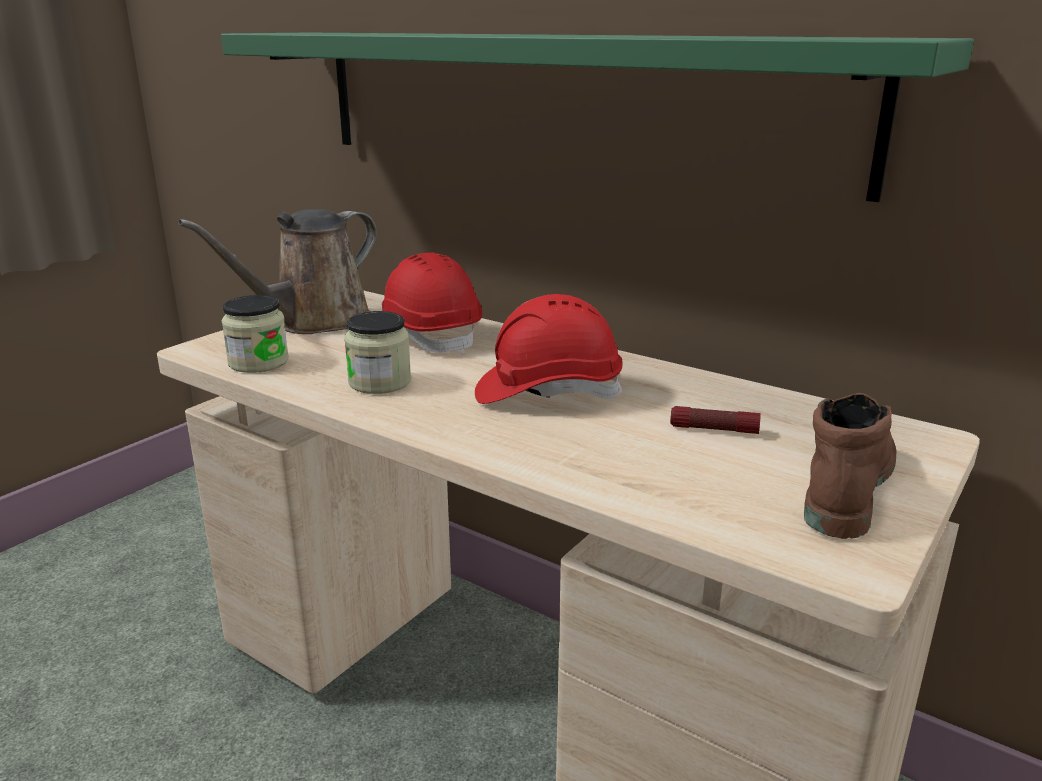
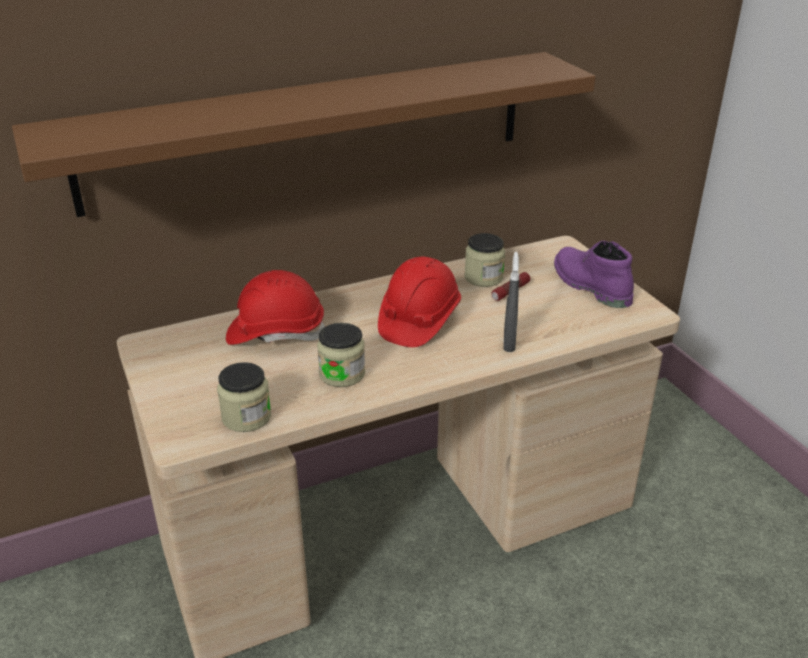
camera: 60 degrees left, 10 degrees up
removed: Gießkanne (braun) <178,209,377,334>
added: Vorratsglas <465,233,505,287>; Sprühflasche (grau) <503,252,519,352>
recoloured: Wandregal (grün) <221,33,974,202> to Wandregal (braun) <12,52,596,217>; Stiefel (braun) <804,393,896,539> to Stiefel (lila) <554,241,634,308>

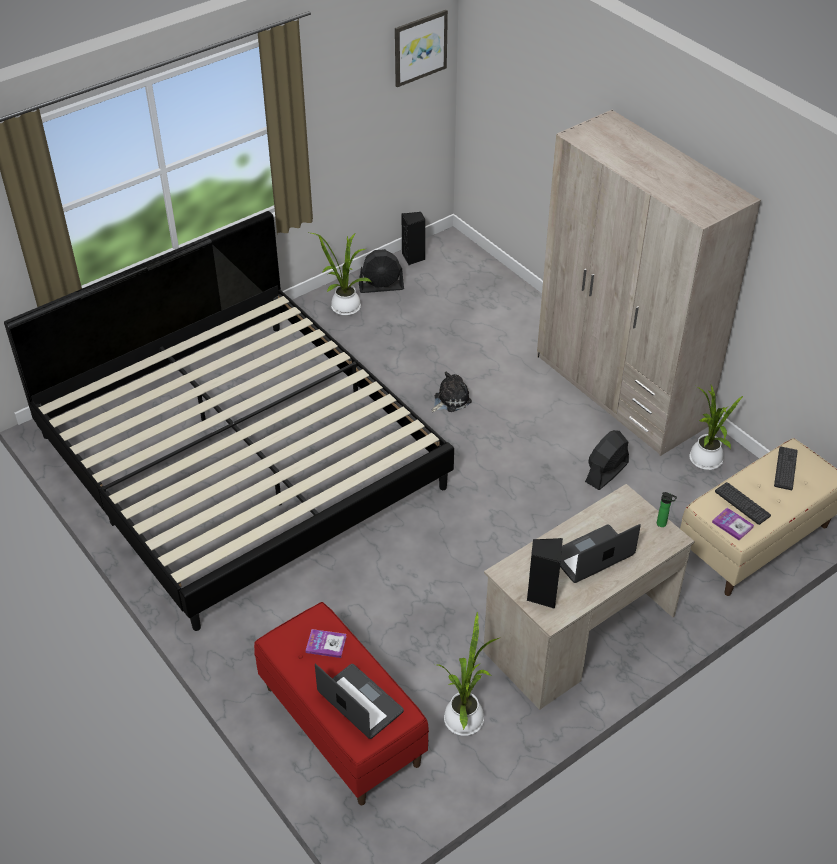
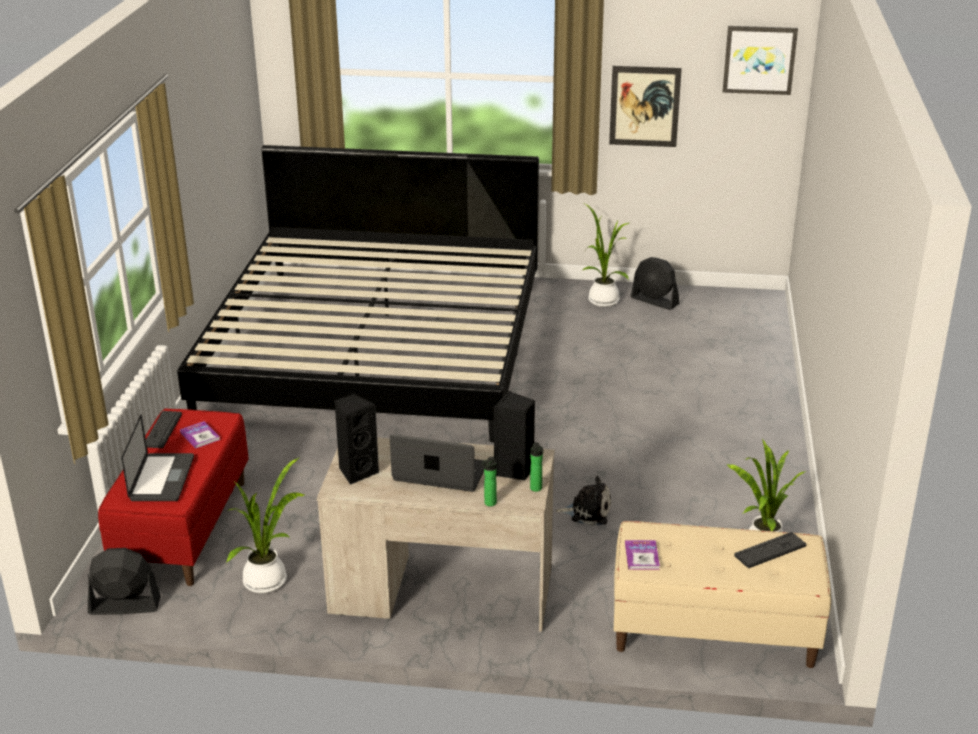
camera: 45 degrees right, 15 degrees down
removed: Kleiderschrank (beige) <537,110,761,456>
added: Flasche <481,456,497,507>; Bild <609,66,682,147>
moved: Lautsprecher (schwarz) <402,212,426,265> to <494,391,535,480>; Plüschtier <431,372,472,412> to <556,476,611,526>; Ventilator (schwarz) <585,430,629,490> to <88,548,161,615>; Tastatur <715,482,771,525> to <146,411,182,448>

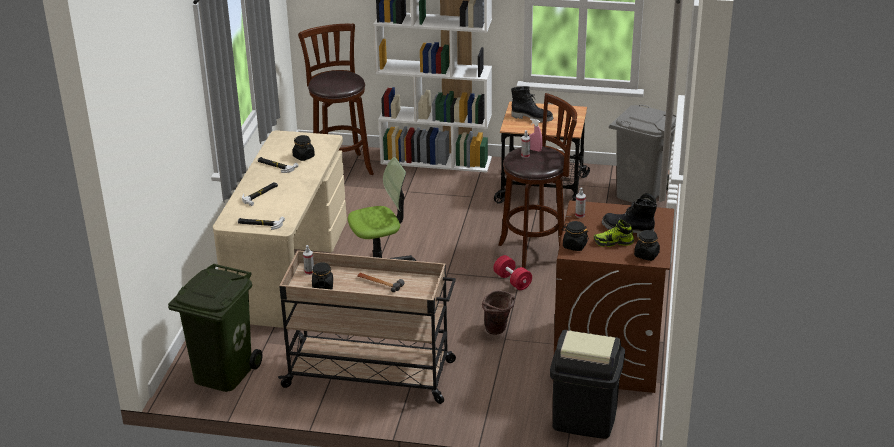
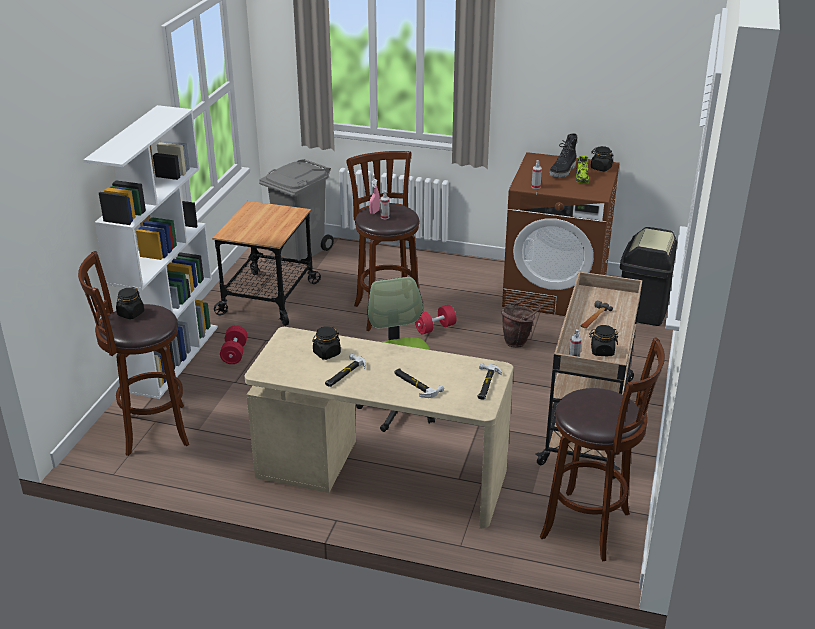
camera: 85 degrees left, 0 degrees up
removed: Stiefel (schwarz) <511,86,554,123>
added: Hantel (rot) <220,325,248,364>
moved: Vorratsglas (schwarz) <562,221,589,251> to <116,287,144,319>
replaced: Mülleimer (grün) <168,264,263,392> to Hocker (braun) <540,337,665,561>

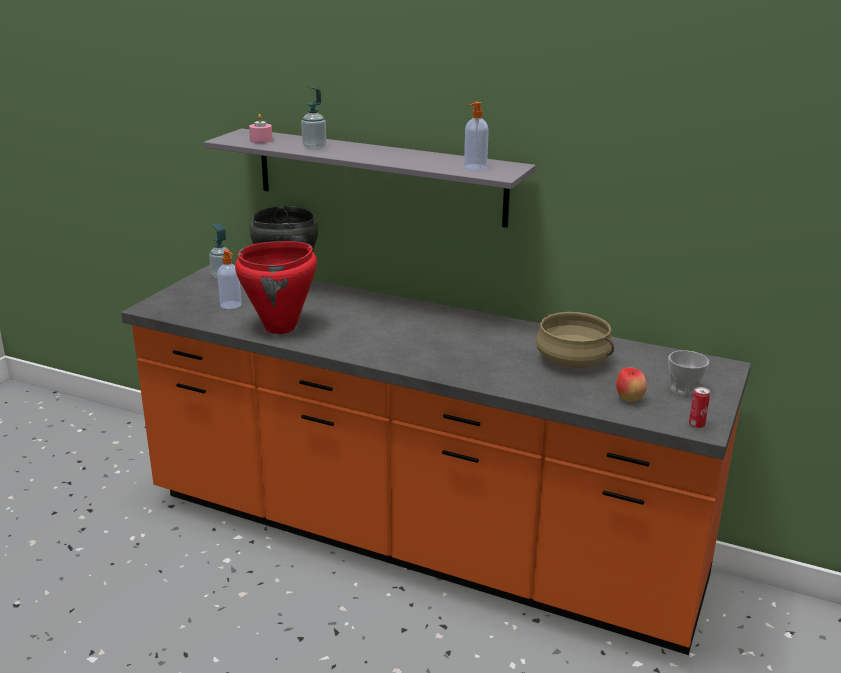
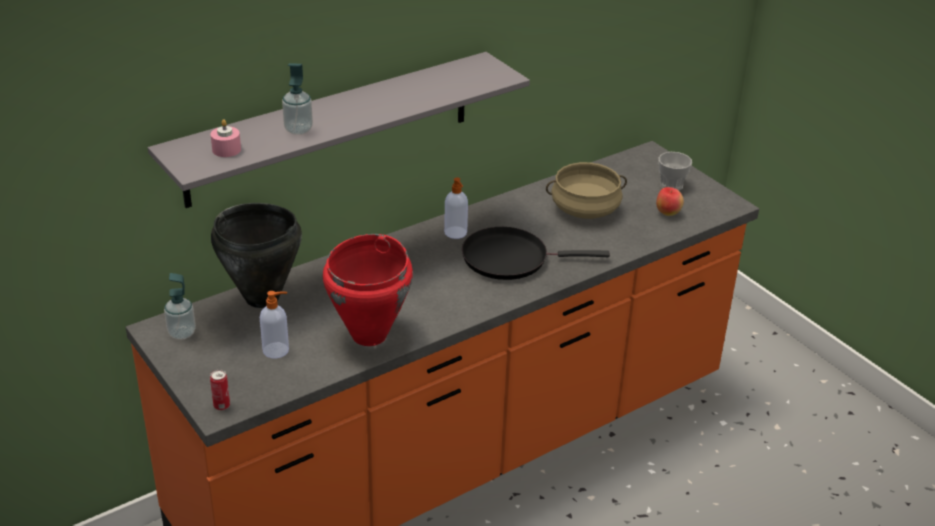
camera: 60 degrees left, 10 degrees up
added: Pfanne (schwarz) <462,227,610,280>
moved: Seifenspender <464,102,489,170> to <444,178,468,239>; Dose <689,387,710,429> to <210,369,230,410>

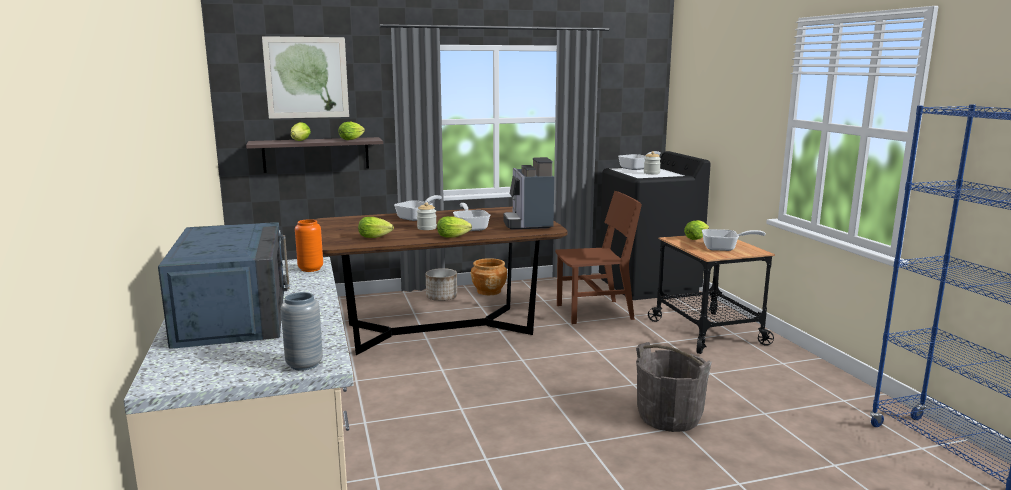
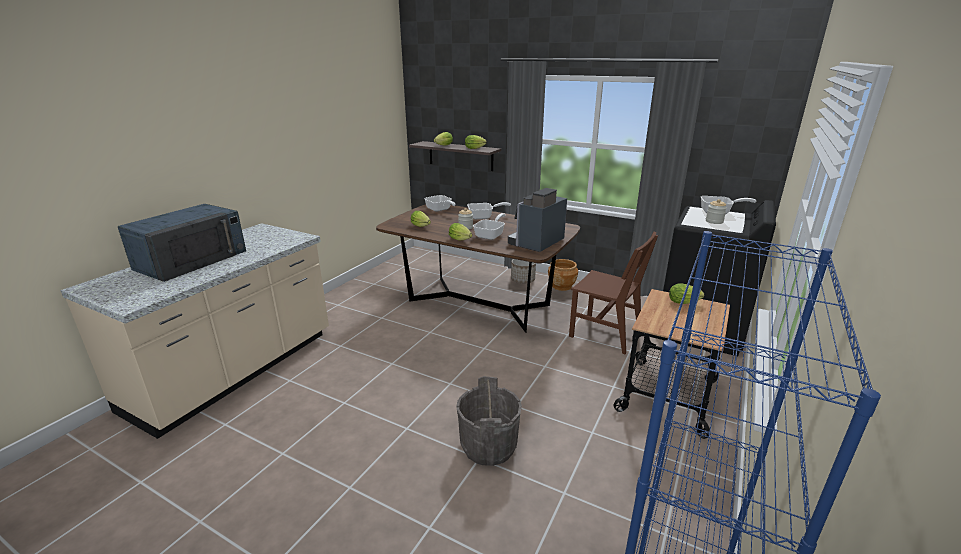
camera: 45 degrees right, 10 degrees up
removed: Bild <262,36,349,119>; Vase (grau) <281,292,323,371>; Vase (orange) <295,219,323,272>
moved: Pfanne <702,229,766,251> to <424,195,456,212>

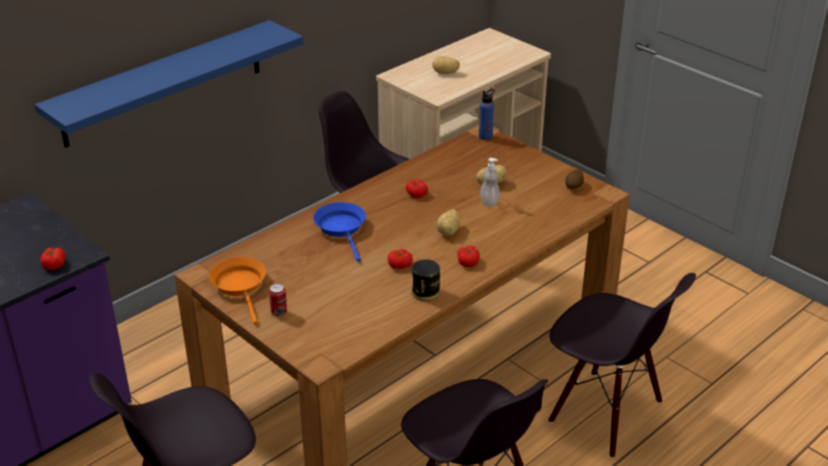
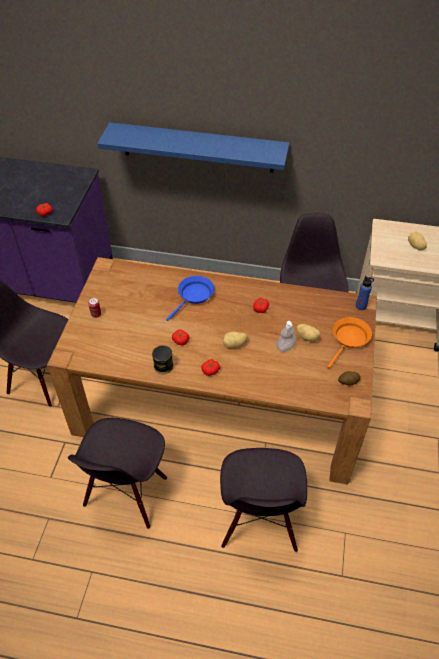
camera: 55 degrees right, 15 degrees up
moved: Pfanne (orange) <209,257,266,325> to <327,317,372,369>

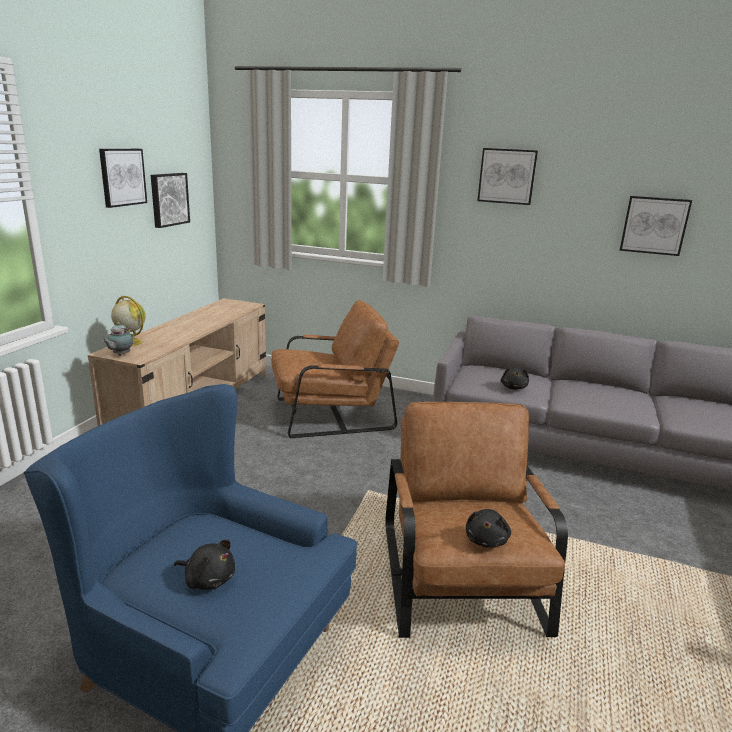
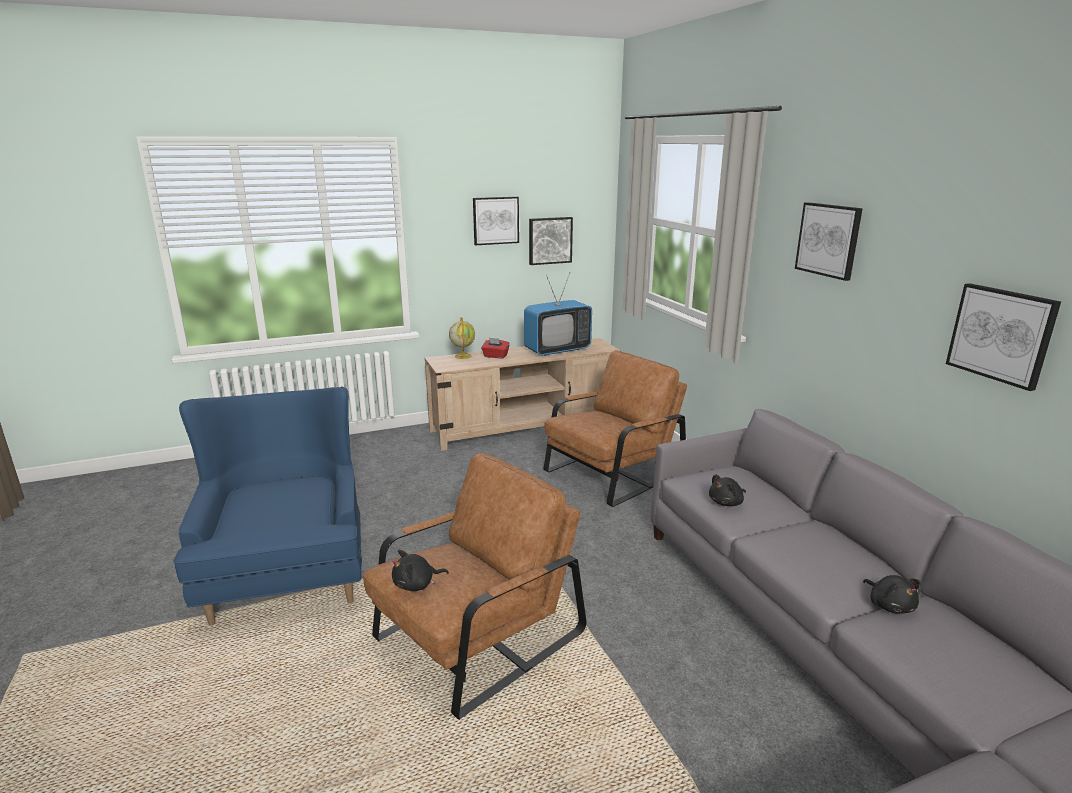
camera: 50 degrees right, 0 degrees up
removed: Teekanne <102,322,135,356>
added: Taschentuchbox (rot) <481,337,510,358>; Fernseher <524,272,592,356>
moved: Plüschtier (schwarz) <174,540,235,590> to <863,575,920,614>
turned: Sessel (braun) <271,300,399,438> = <544,350,687,507> 75 degrees counterclockwise

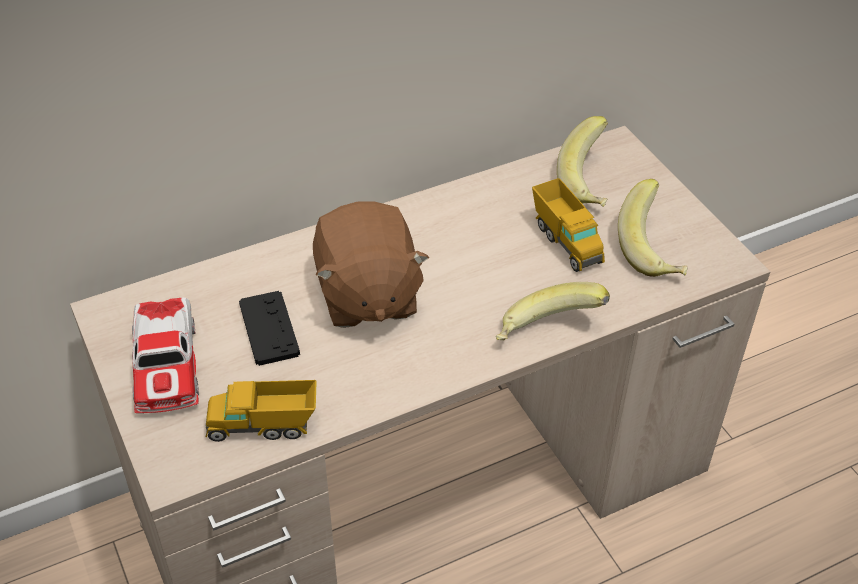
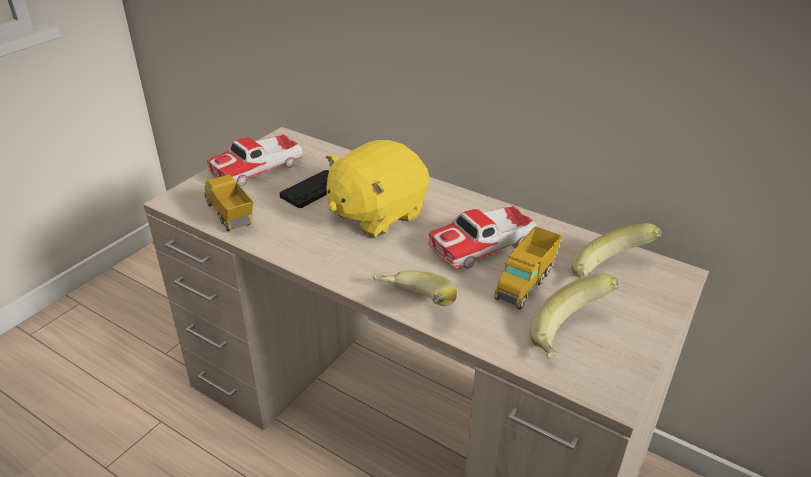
camera: 60 degrees right, 10 degrees down
added: Spielzeugauto <428,205,538,269>
recoloured: Plüschtier (braun) <313,201,429,328> to Plüschtier (gelb) <326,140,429,238>

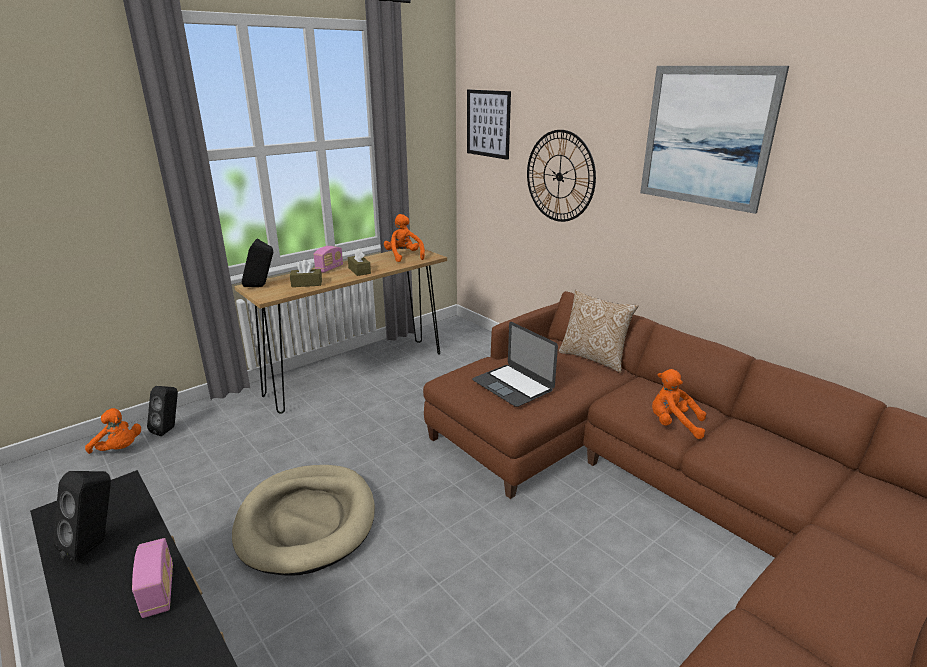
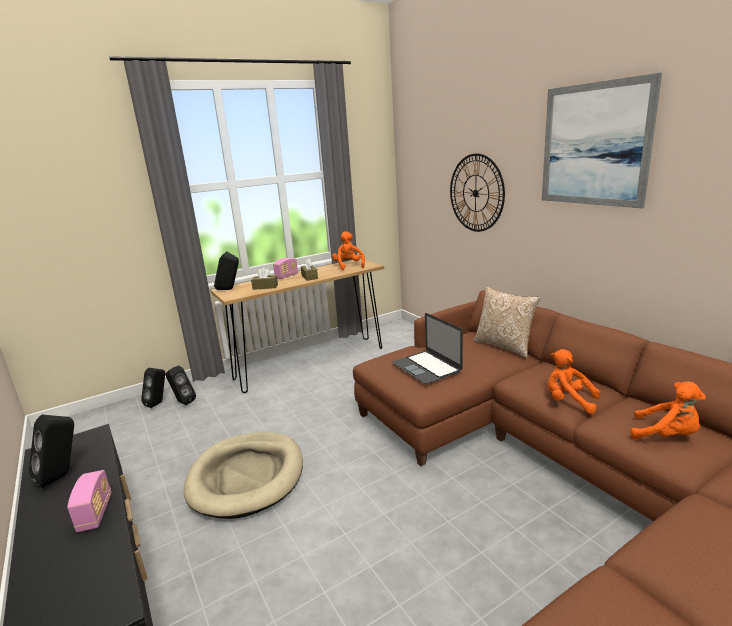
camera: 10 degrees right, 5 degrees down
removed: Bild <467,89,511,160>
added: Lautsprecher (schwarz) <166,366,196,405>
moved: Plüschtier (orange) <85,408,141,454> to <631,381,706,439>

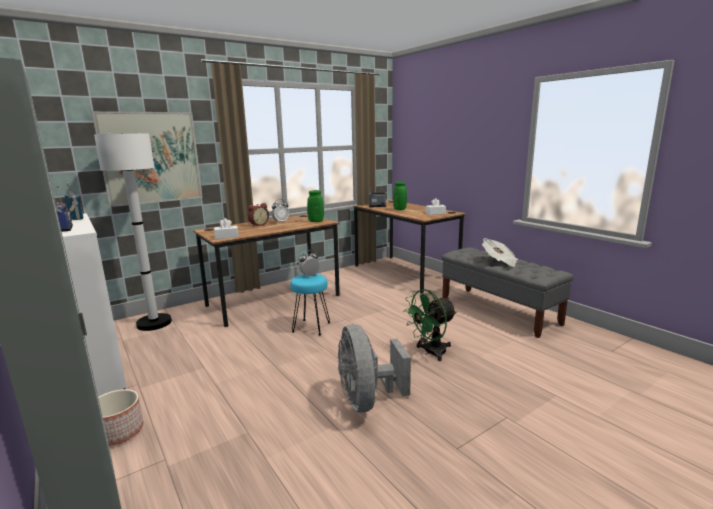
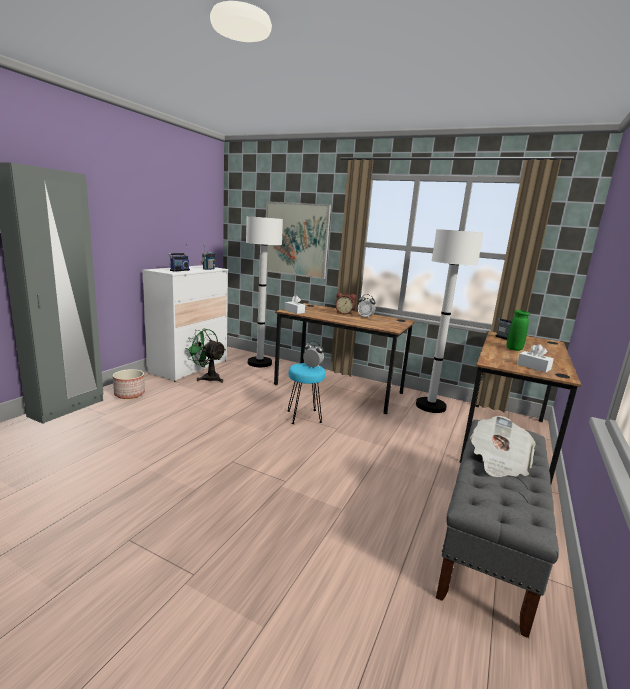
camera: 60 degrees right, 0 degrees up
removed: Vase (grün) <307,190,324,222>; Ventilator (grau) <338,324,411,413>
added: Stehlampe (weiß) <416,229,483,413>
moved: Ventilator (grün) <403,289,457,361> to <185,329,226,383>

